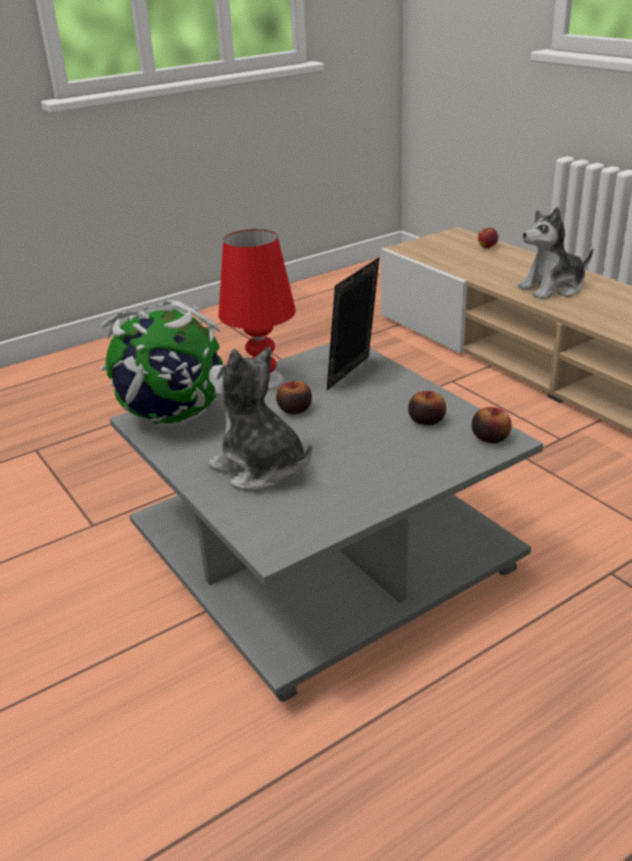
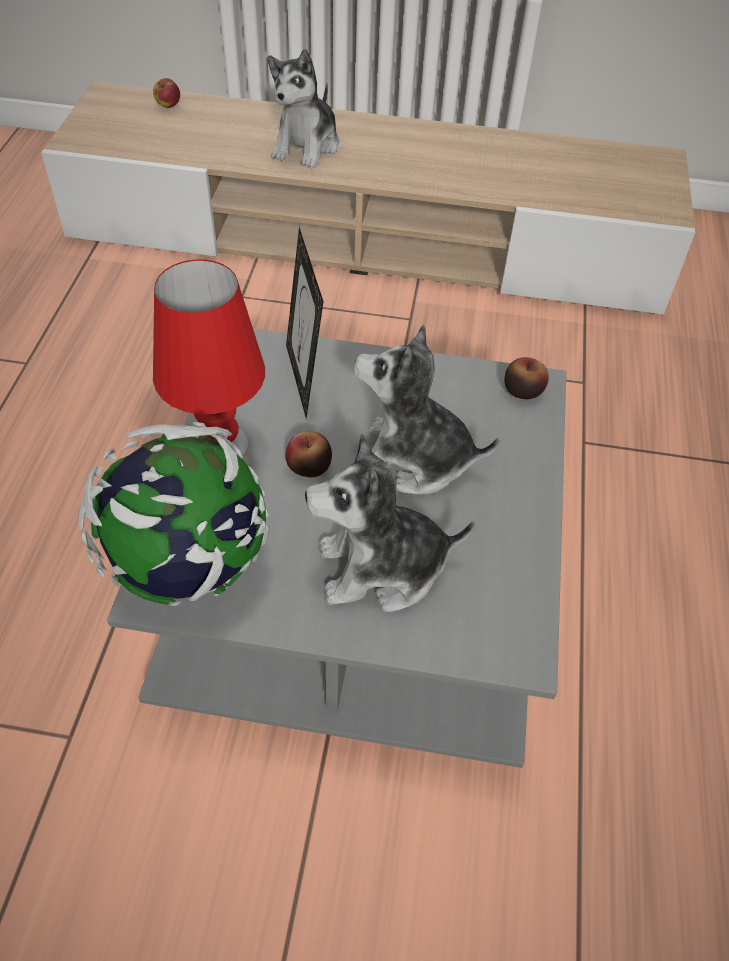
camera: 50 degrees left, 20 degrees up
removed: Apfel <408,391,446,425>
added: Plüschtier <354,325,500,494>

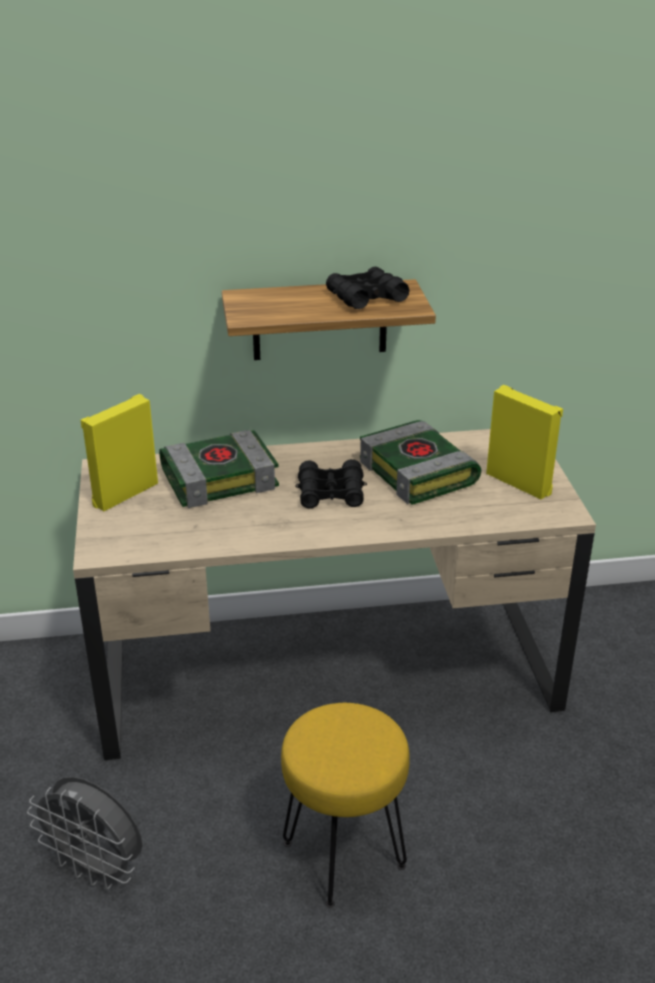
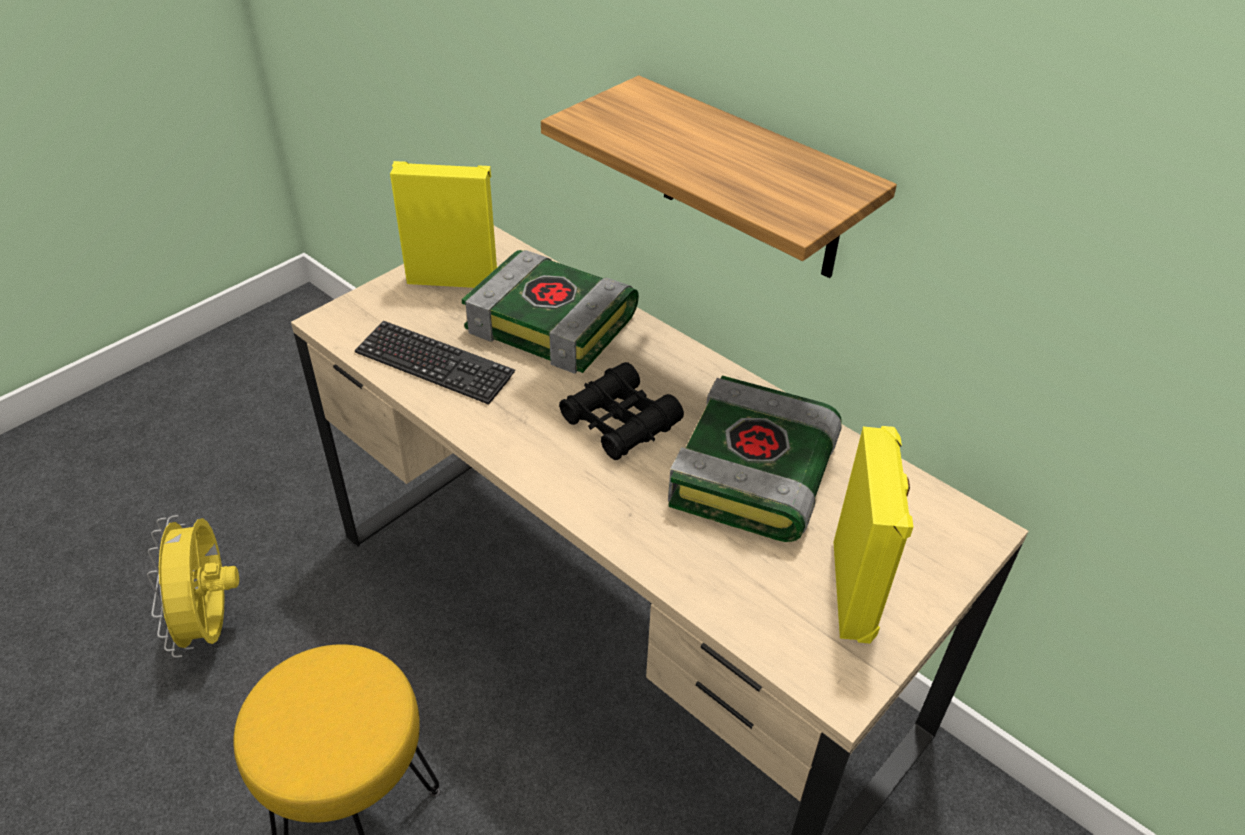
camera: 50 degrees right, 10 degrees up
removed: Fernglas (schwarz) <326,267,409,309>
added: Tastatur <355,321,515,405>
recoloured: Ventilator (grau) <27,777,143,889> to Ventilator (gelb) <147,515,239,658>

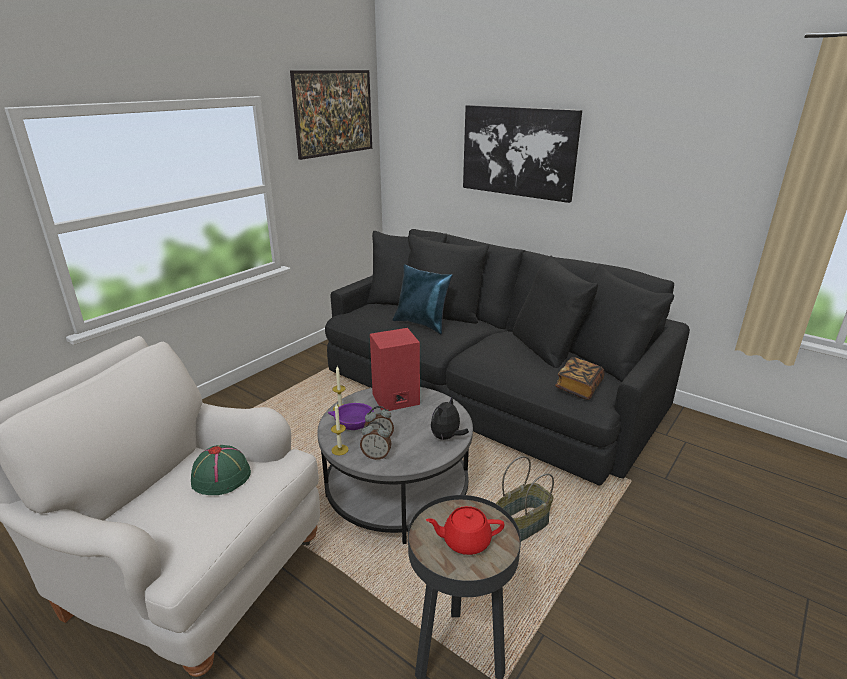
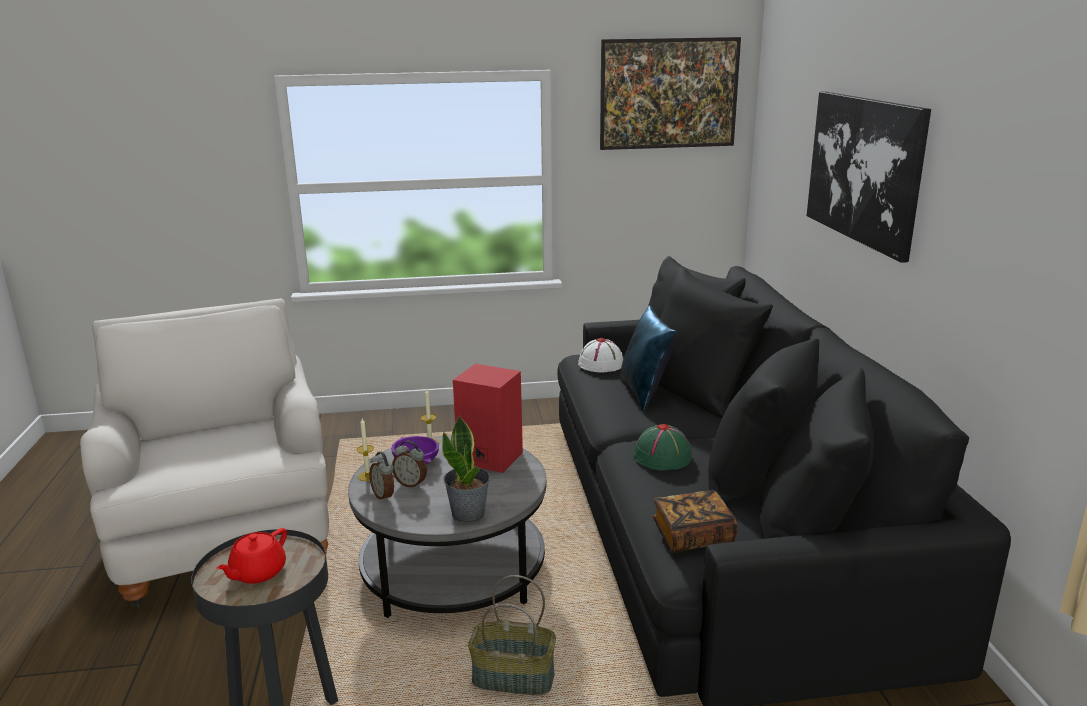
camera: 45 degrees right, 5 degrees down
added: Hut (weiß) <578,338,623,373>
moved: Hut (grün) <191,445,251,495> to <633,424,692,470>
replaced: Plüschtier <431,396,469,440> to Topfpflanze <442,415,490,523>
turned: Teekanne (rot) <426,506,505,555> = <216,528,287,584> 105 degrees counterclockwise

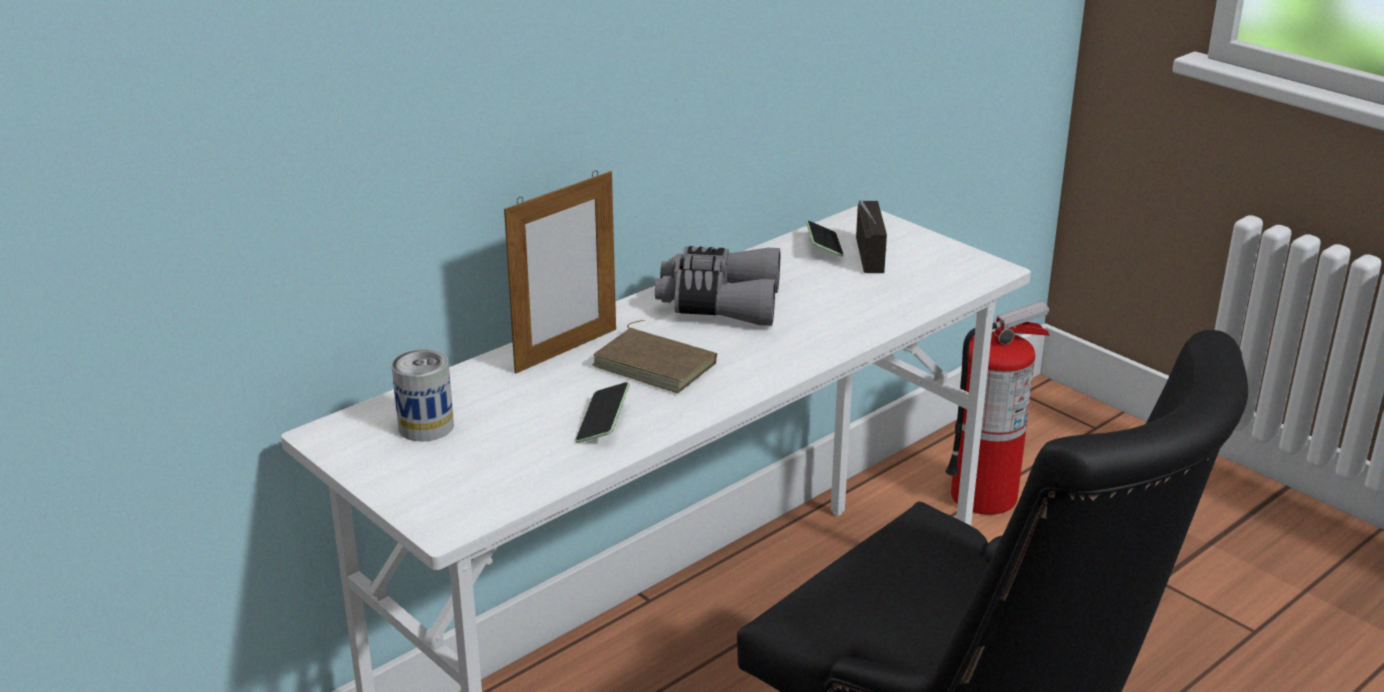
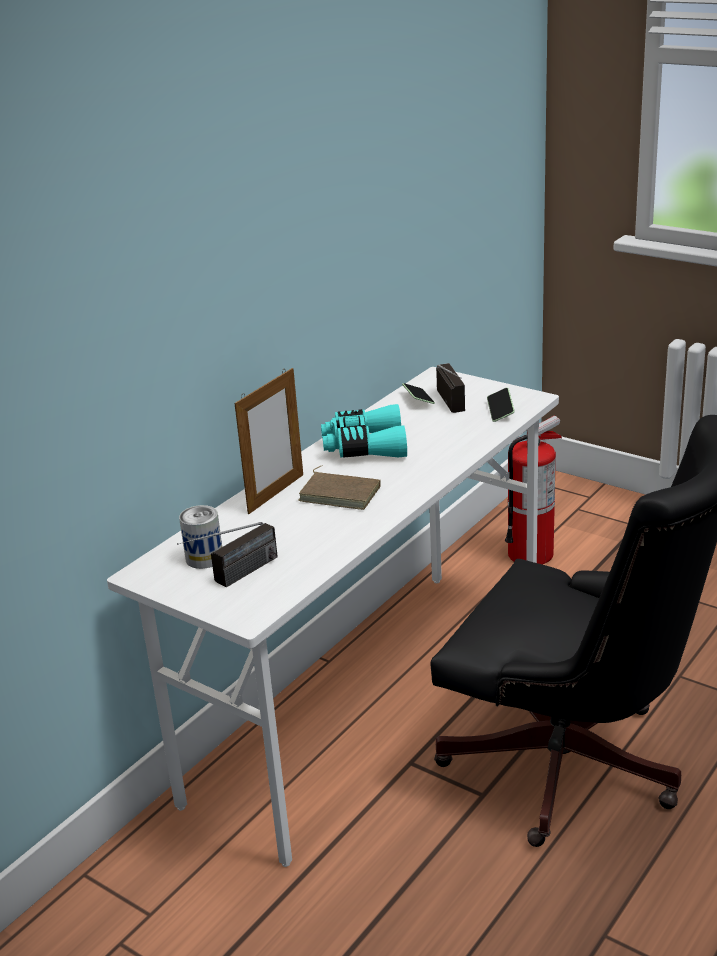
camera: 10 degrees left, 0 degrees up
added: Radio <177,522,278,587>
moved: Handy <575,382,630,443> to <487,388,515,422>
recoloured: Fernglas (grau) <655,246,780,326> to Fernglas (türkis) <321,404,407,458>

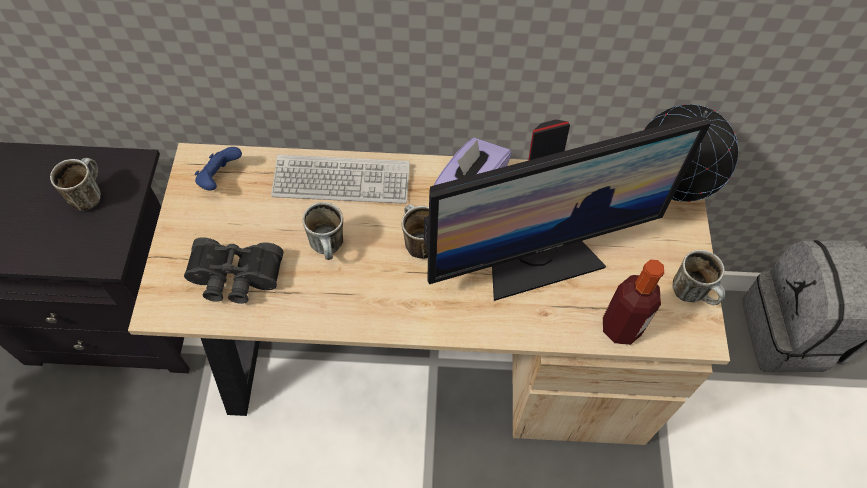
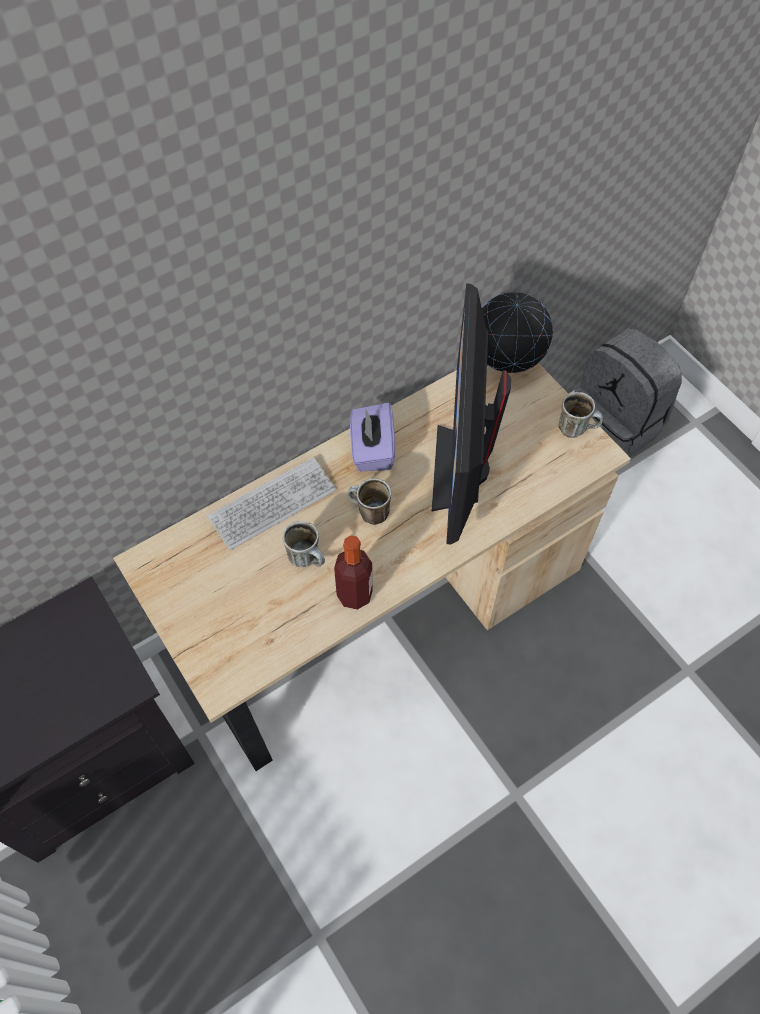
camera: 35 degrees left, 0 degrees up
removed: Henkelbecher <50,158,101,211>; Fernglas (schwarz) <184,237,284,304>; Gamepad (blau) <194,147,242,191>
moved: Flasche <603,260,664,345> to <334,535,373,610>
turned: Monitor <424,116,711,301> = <431,283,511,544> 150 degrees clockwise

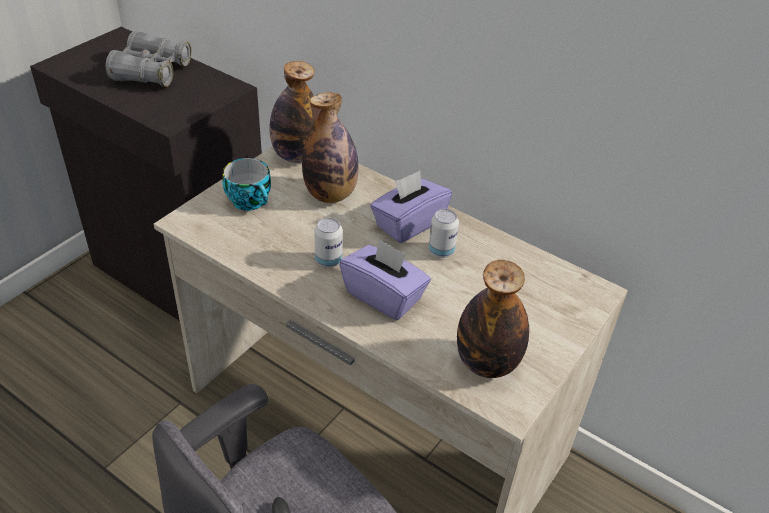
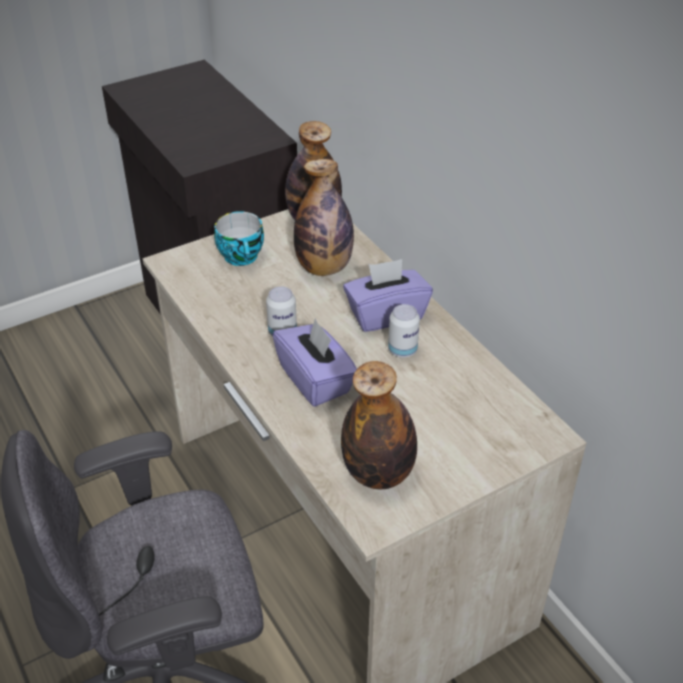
camera: 25 degrees right, 0 degrees up
removed: Fernglas (grau) <106,31,192,87>

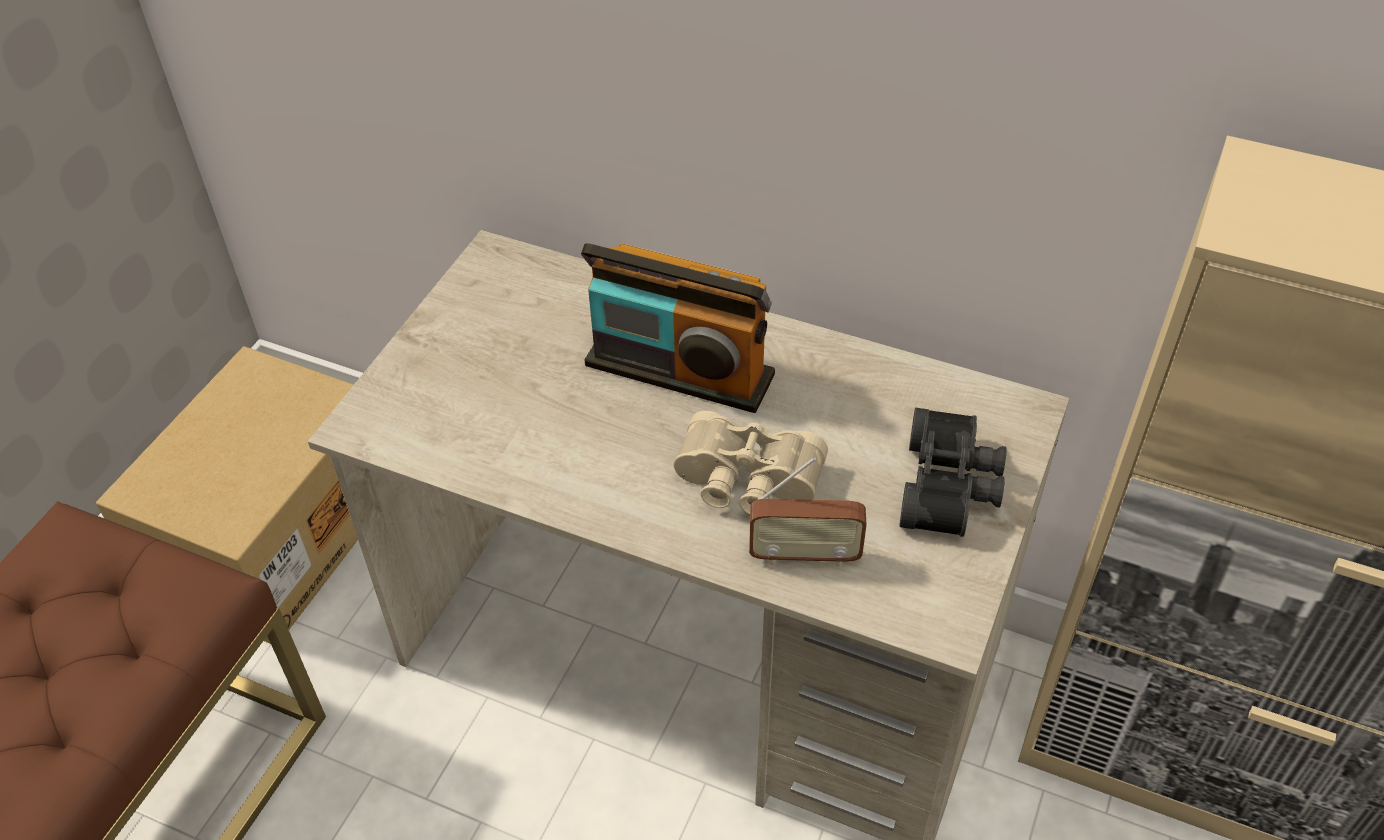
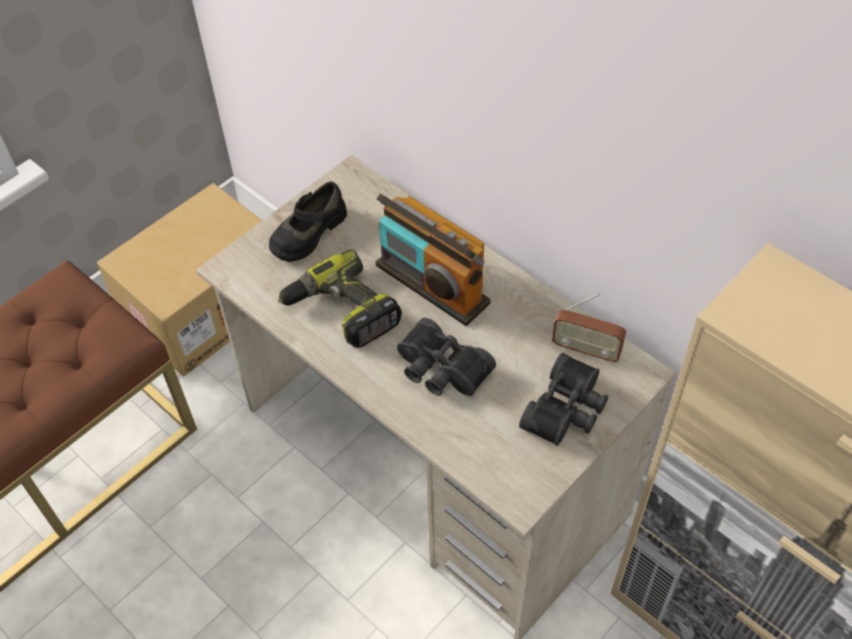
camera: 20 degrees right, 5 degrees up
added: Schuh (schwarz) <269,182,347,262>; Bohrmaschine <278,249,402,348>
moved: Radio <749,457,867,567> to <552,293,626,363>
recoloured: Fernglas (beige) <674,411,828,515> to Fernglas (schwarz) <397,317,496,396>

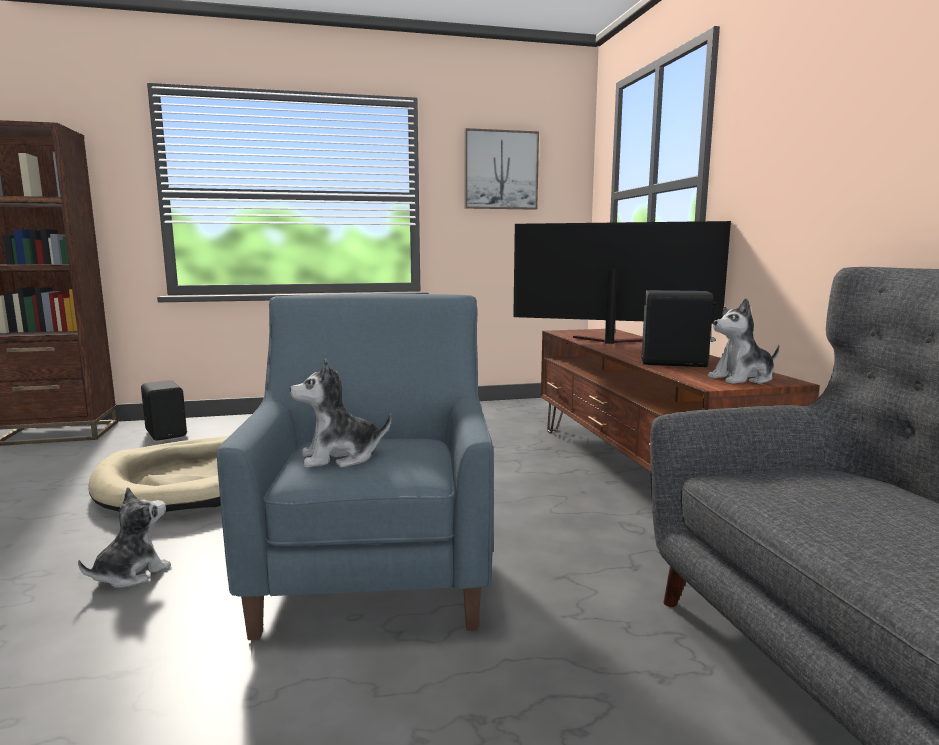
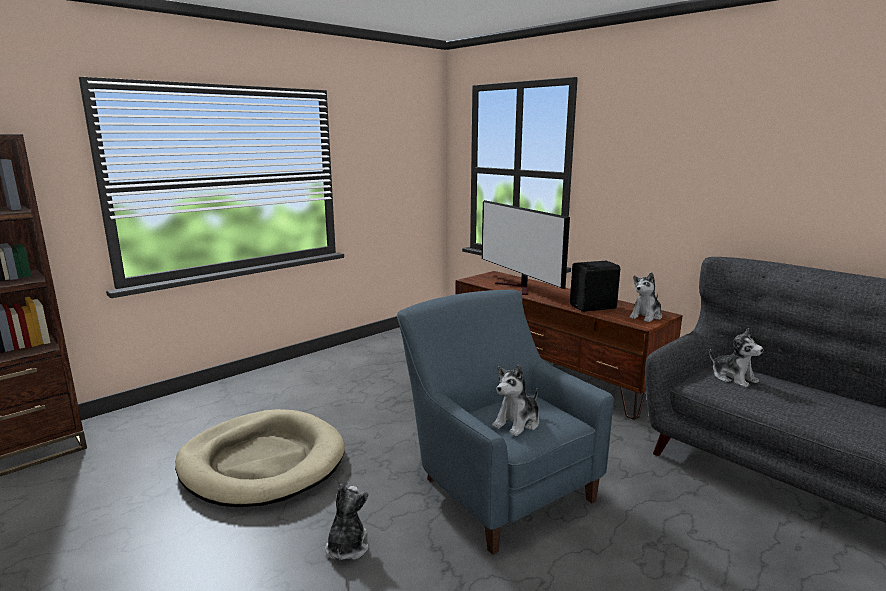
camera: 30 degrees left, 5 degrees up
removed: Lautsprecher (schwarz) <141,380,187,440>; Bild <464,128,539,210>
added: Plüschtier <710,328,763,388>
turned: Fernseher <513,221,731,344> = <482,200,570,295> 105 degrees counterclockwise

